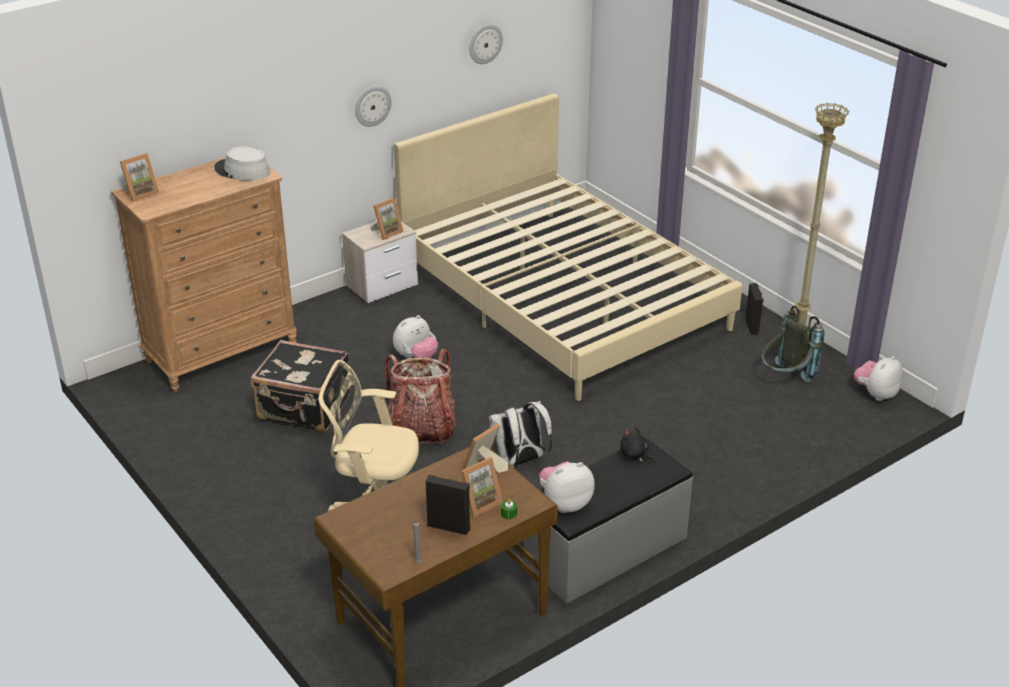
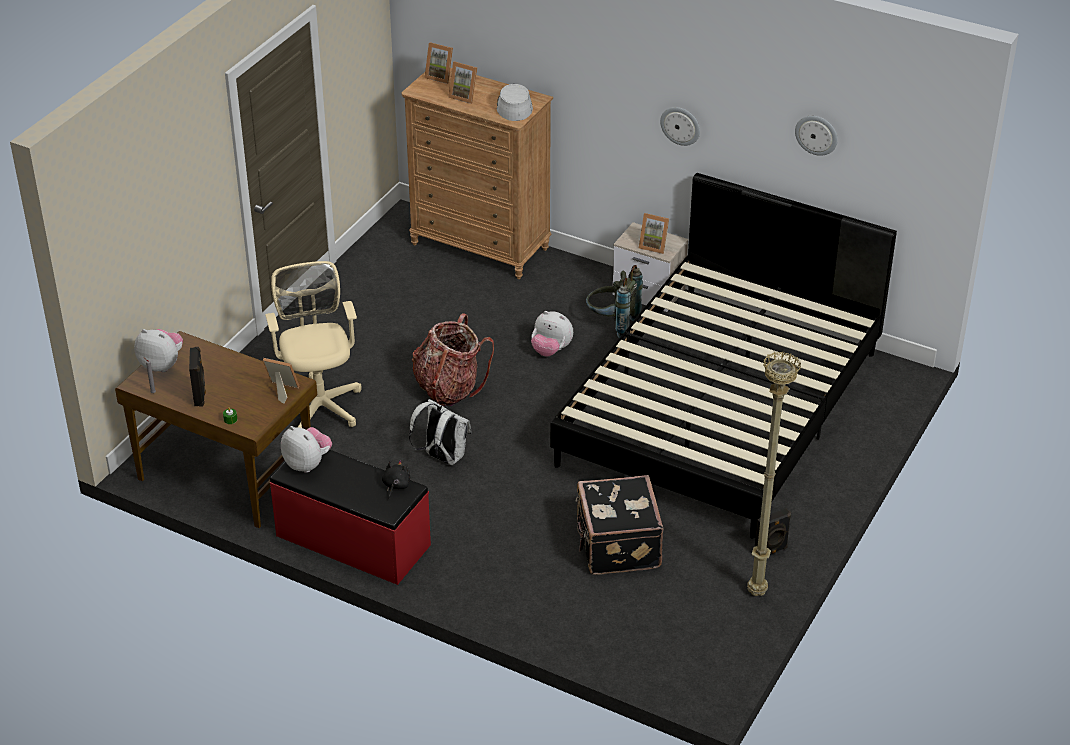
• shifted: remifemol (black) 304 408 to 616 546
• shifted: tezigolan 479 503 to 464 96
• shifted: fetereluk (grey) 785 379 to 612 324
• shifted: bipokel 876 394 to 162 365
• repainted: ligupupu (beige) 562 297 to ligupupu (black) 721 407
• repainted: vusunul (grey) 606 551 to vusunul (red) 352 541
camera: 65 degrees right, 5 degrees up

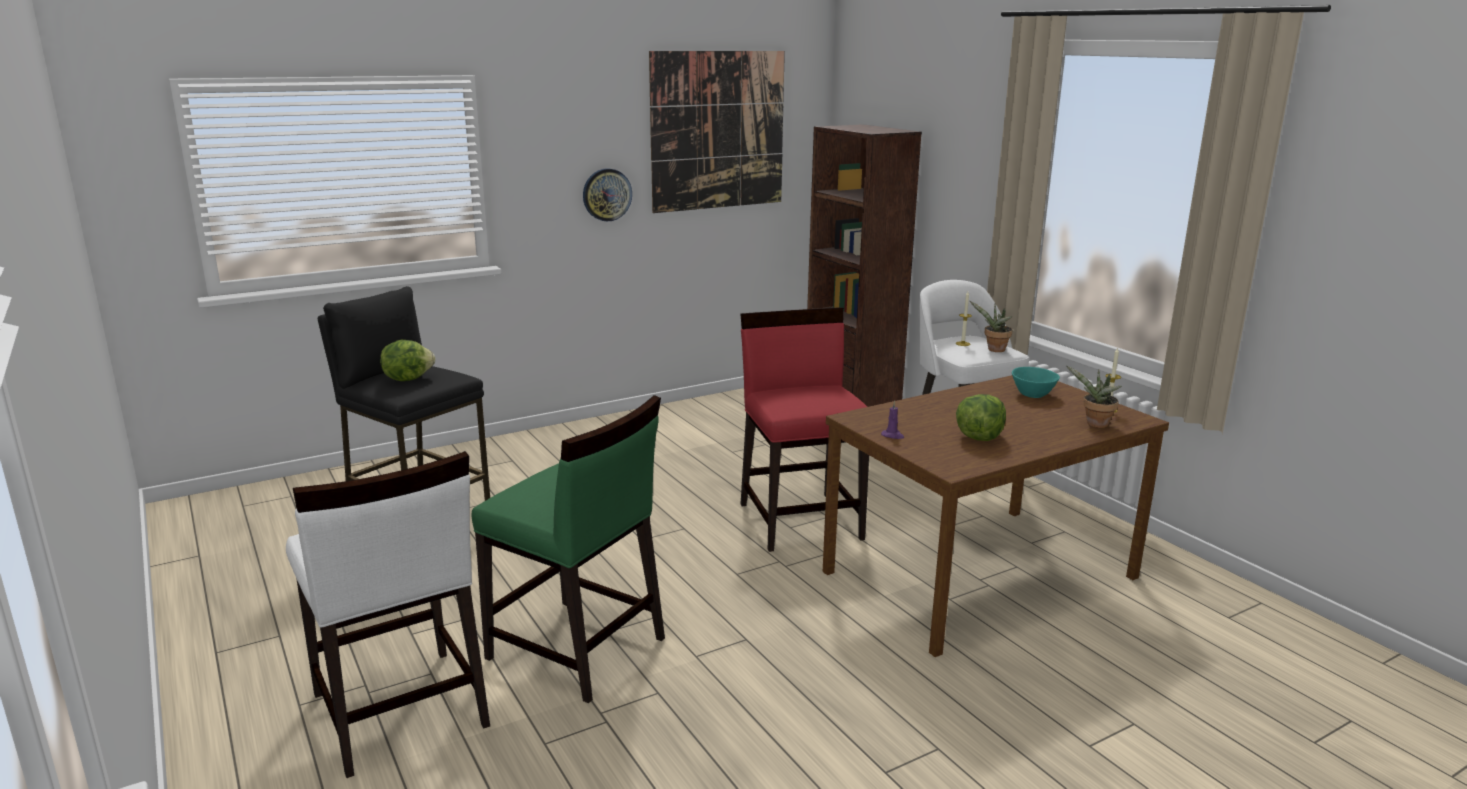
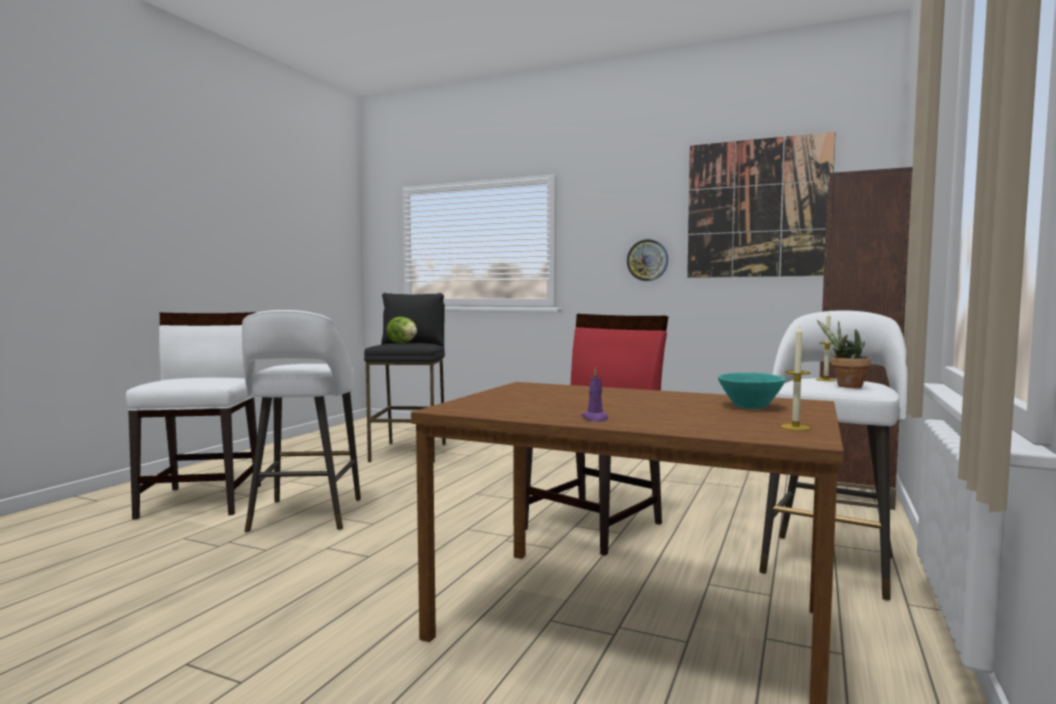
• gone: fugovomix 979 437
• gone: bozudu 1094 424
• shifted: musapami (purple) 893 436 to 595 418
• swapped: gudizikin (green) 577 649 to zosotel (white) 305 516
• rotated: gudizikin (white) 399 711 = 203 500 150 degrees clockwise
camera: 55 degrees right, 15 degrees down

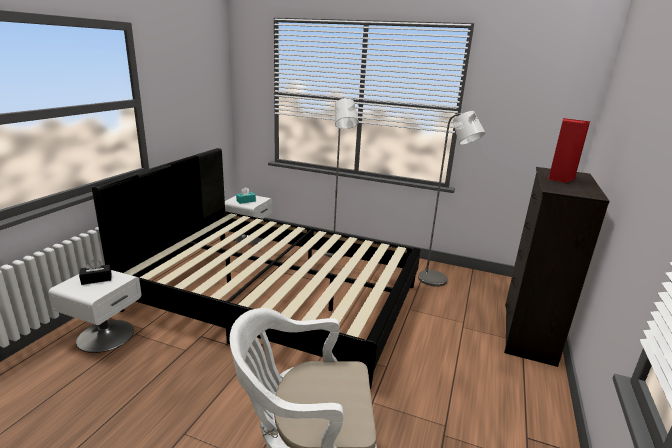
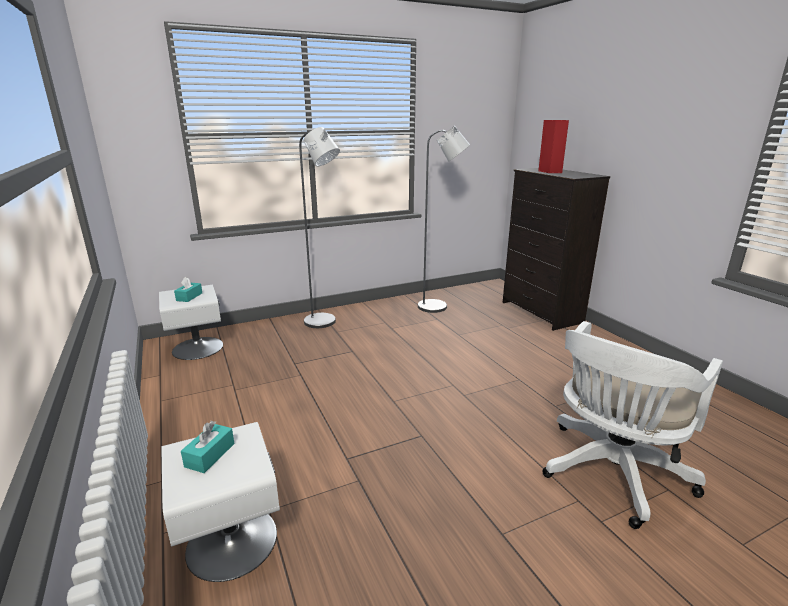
• gone: ligupupu (black) 276 297
• repainted: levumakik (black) 96 279 to levumakik (turquoise) 210 455
camera: 45 degrees left, 0 degrees up

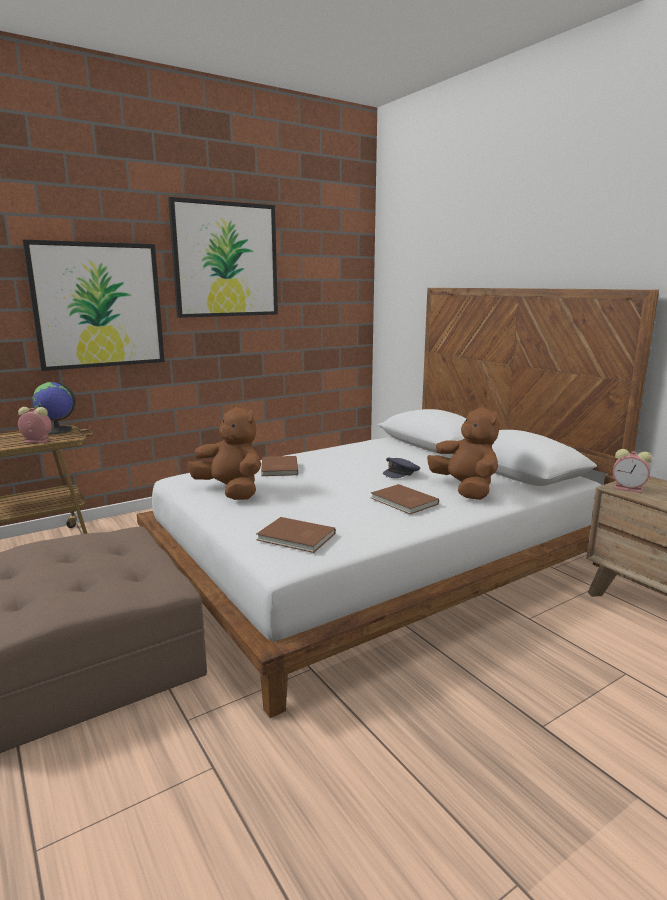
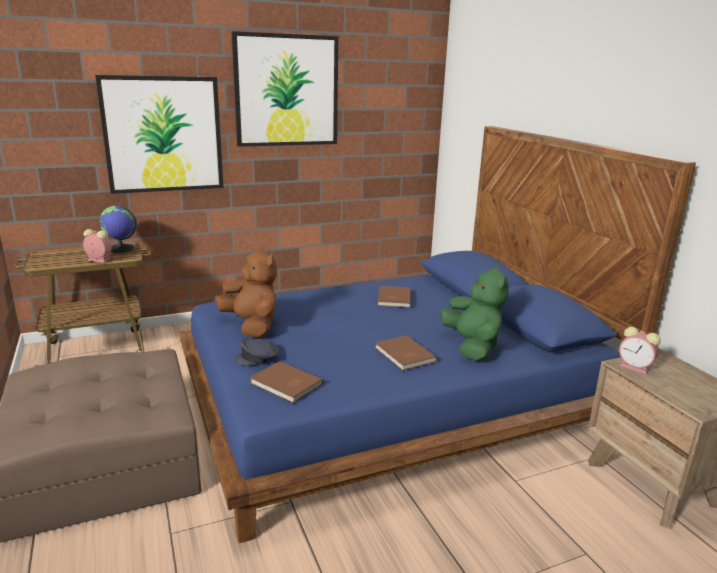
• shifted: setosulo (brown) 278 468 to 393 298
• shifted: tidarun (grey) 401 473 to 258 358
• repainted: ligupupu (white) 375 564 to ligupupu (blue) 389 402
• repainted: bipokel (brown) 465 489 to bipokel (green) 472 347
camera: 10 degrees right, 5 degrees up

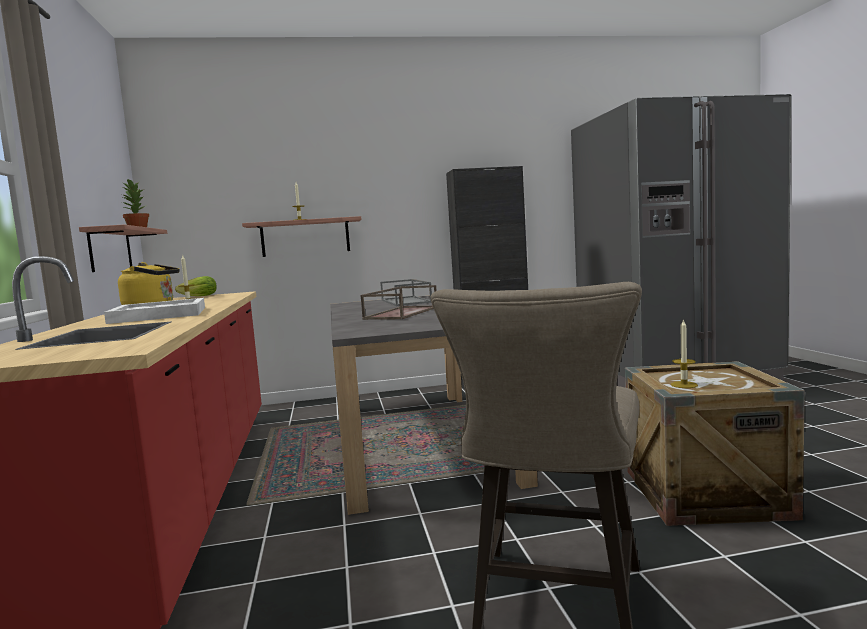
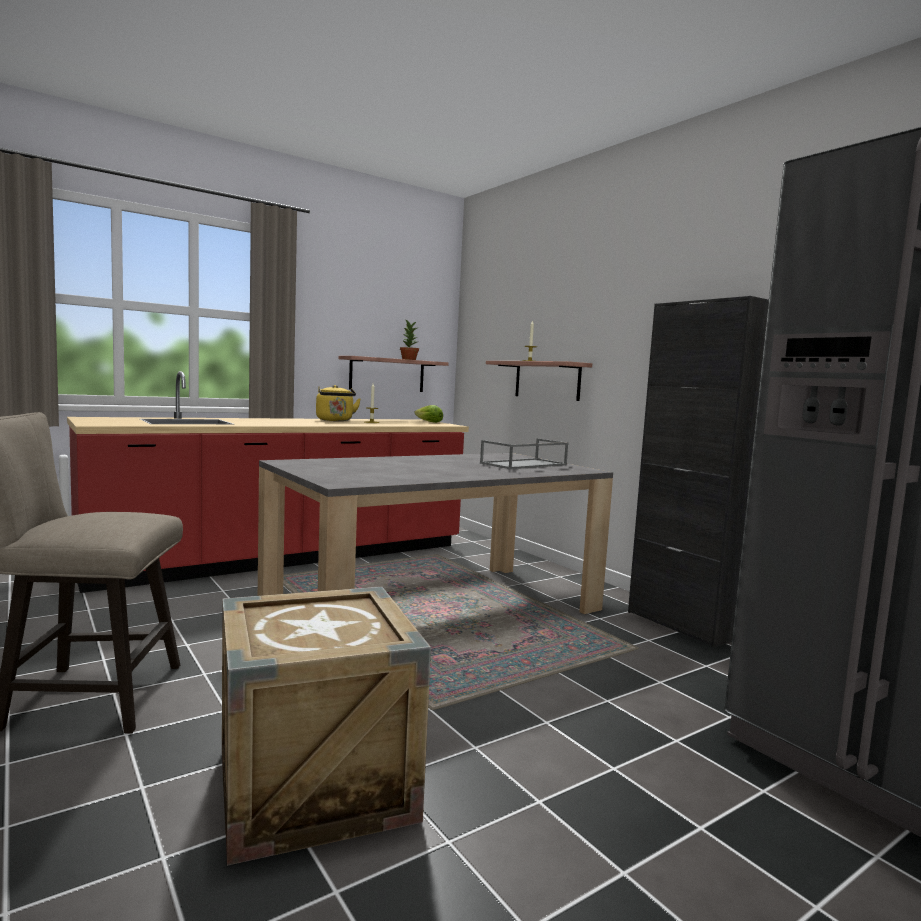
• gone: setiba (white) 160 315
• gone: setiba (brown) 401 313
• gone: musapami 684 385
camera: 65 degrees right, 0 degrees up

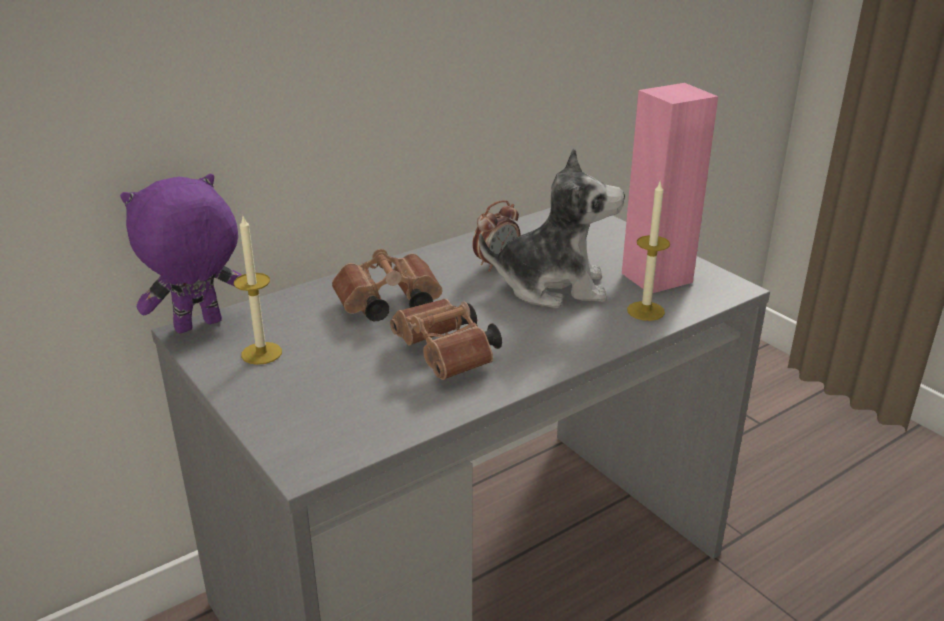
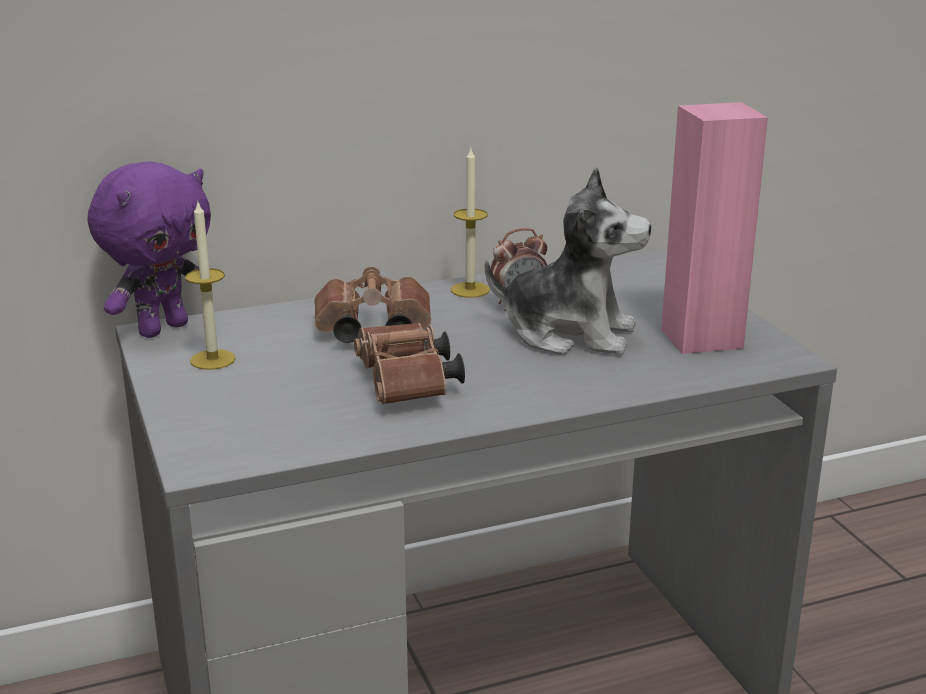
• shifted: musapami 645 311 to 470 290
• rotated: bipokel (purple) 198 327 = 162 328 150 degrees clockwise
camera: 15 degrees right, 5 degrees down

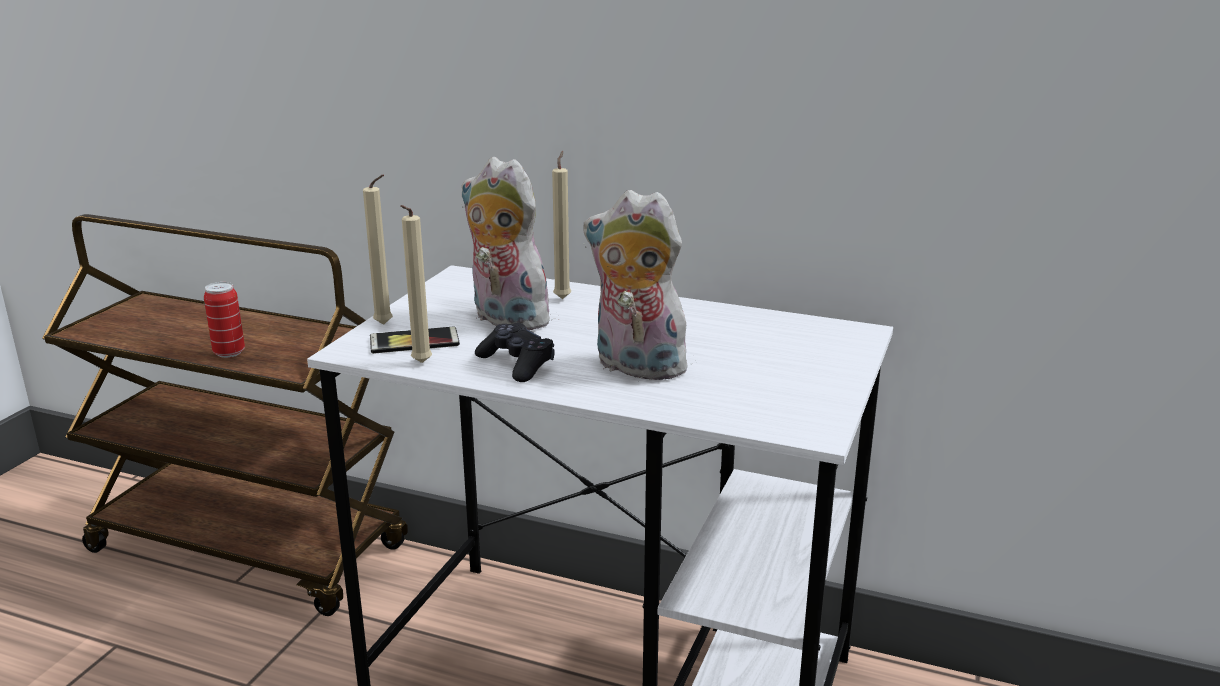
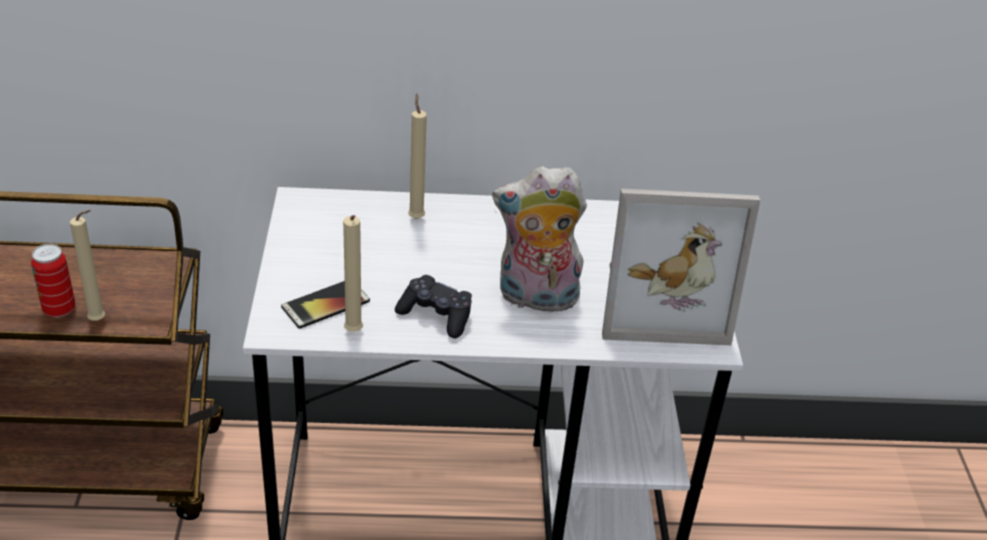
• gone: bipokel 504 319
• new: tezigolan 660 301
• shifted: musapami (beige) 386 325 to 100 321
camera: 25 degrees left, 15 degrees up

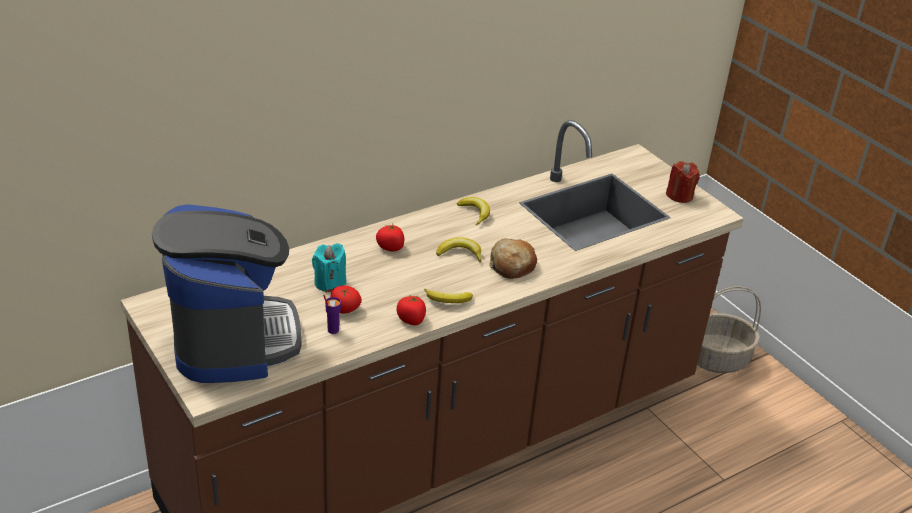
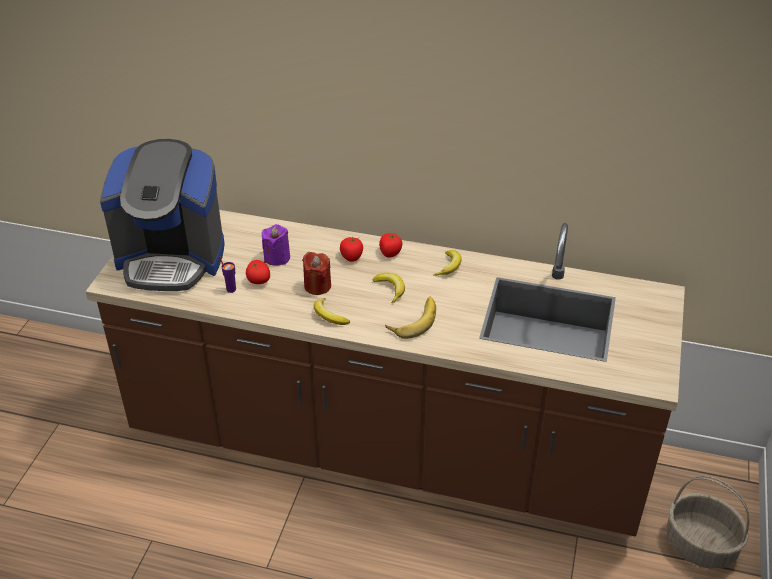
• shifted: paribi 411 320 to 390 253
• shifted: musapami (red) 679 195 to 317 286
• swapped: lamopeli 512 265 to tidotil 413 320
• repainted: musapami (turquoise) 329 283 to musapami (purple) 277 258
• rotated: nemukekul 232 339 = 171 258 60 degrees clockwise
camera: 50 degrees right, 5 degrees up

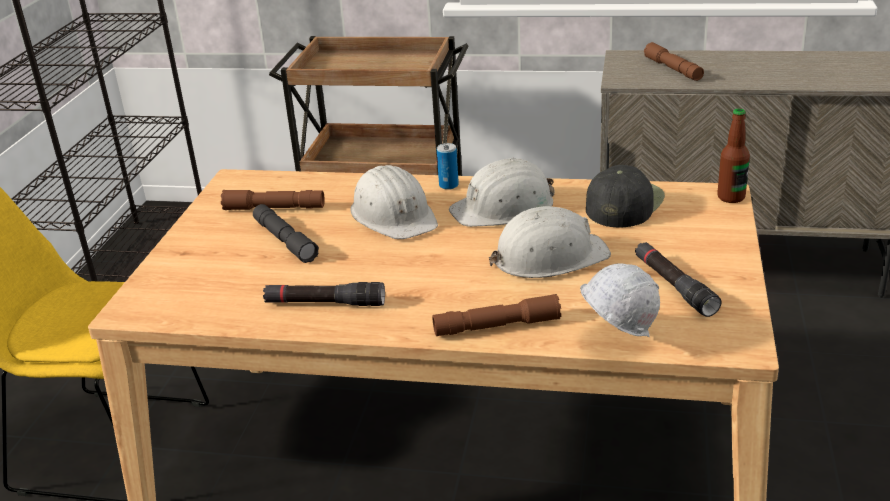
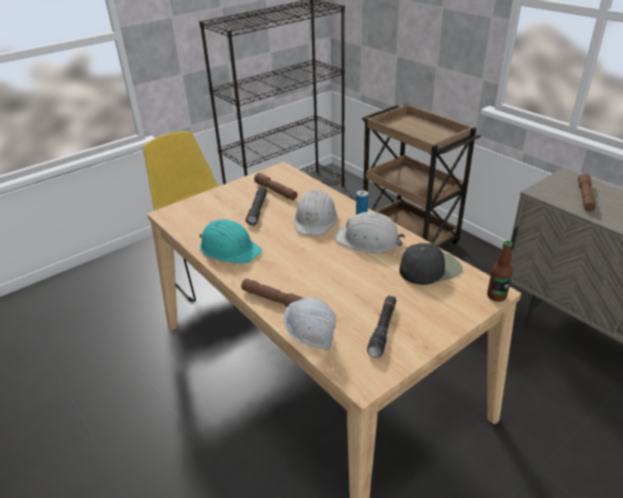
• gone: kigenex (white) 549 257
• swapped: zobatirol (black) 325 303 to kigenex (turquoise) 229 248
camera: 40 degrees right, 5 degrees up

